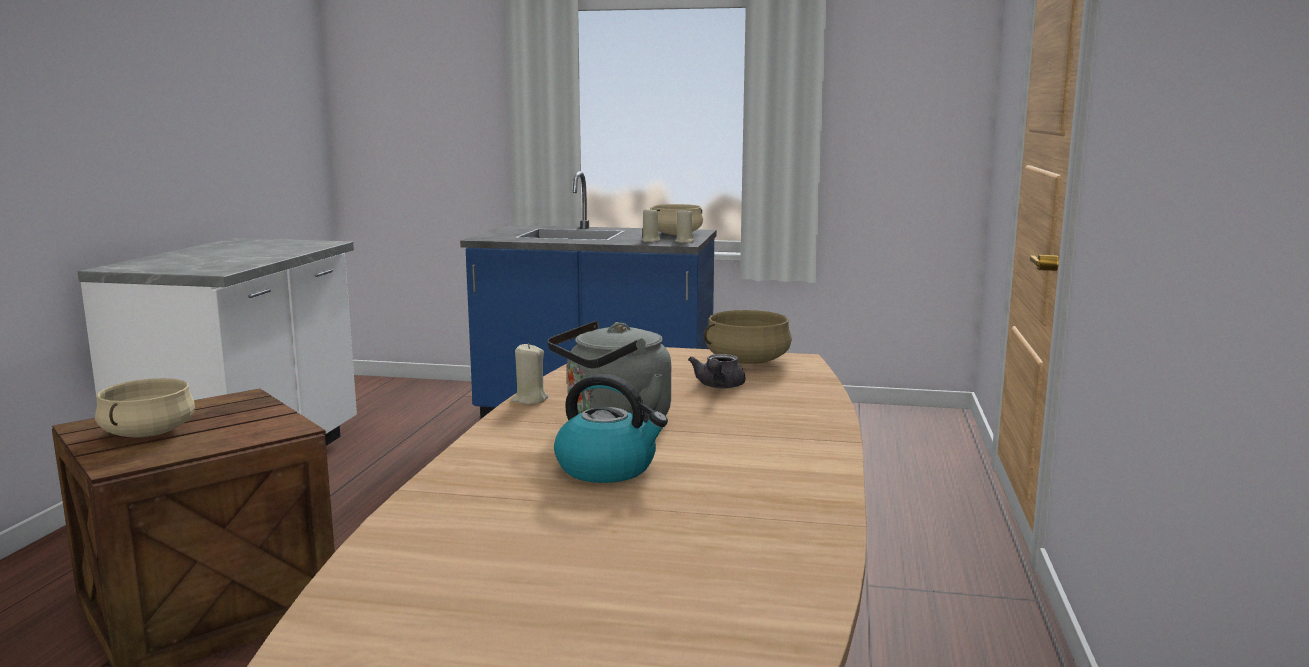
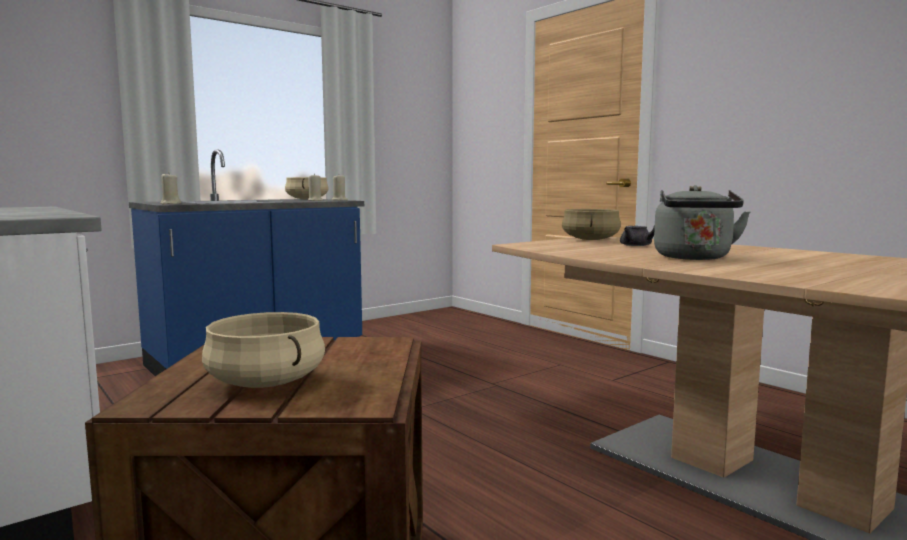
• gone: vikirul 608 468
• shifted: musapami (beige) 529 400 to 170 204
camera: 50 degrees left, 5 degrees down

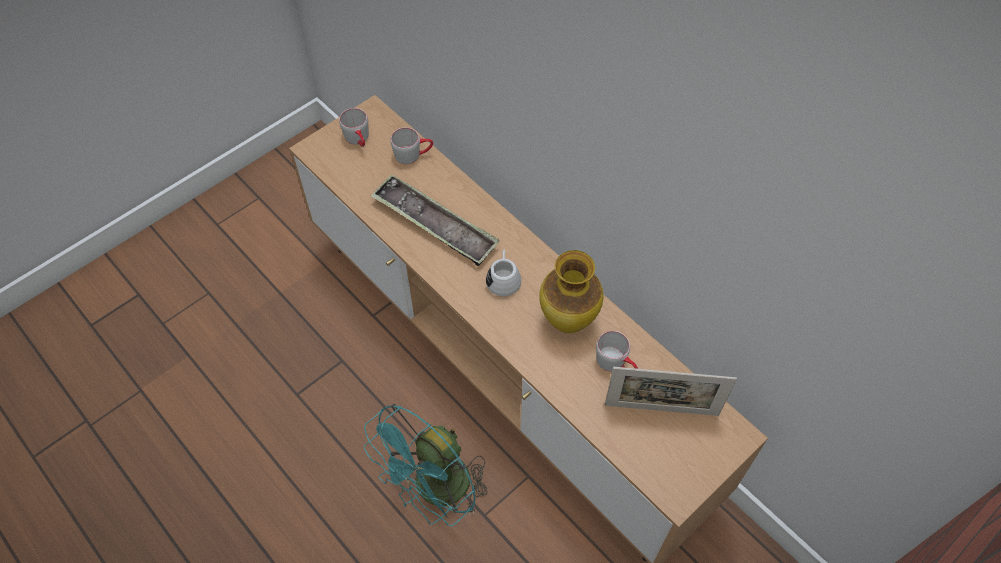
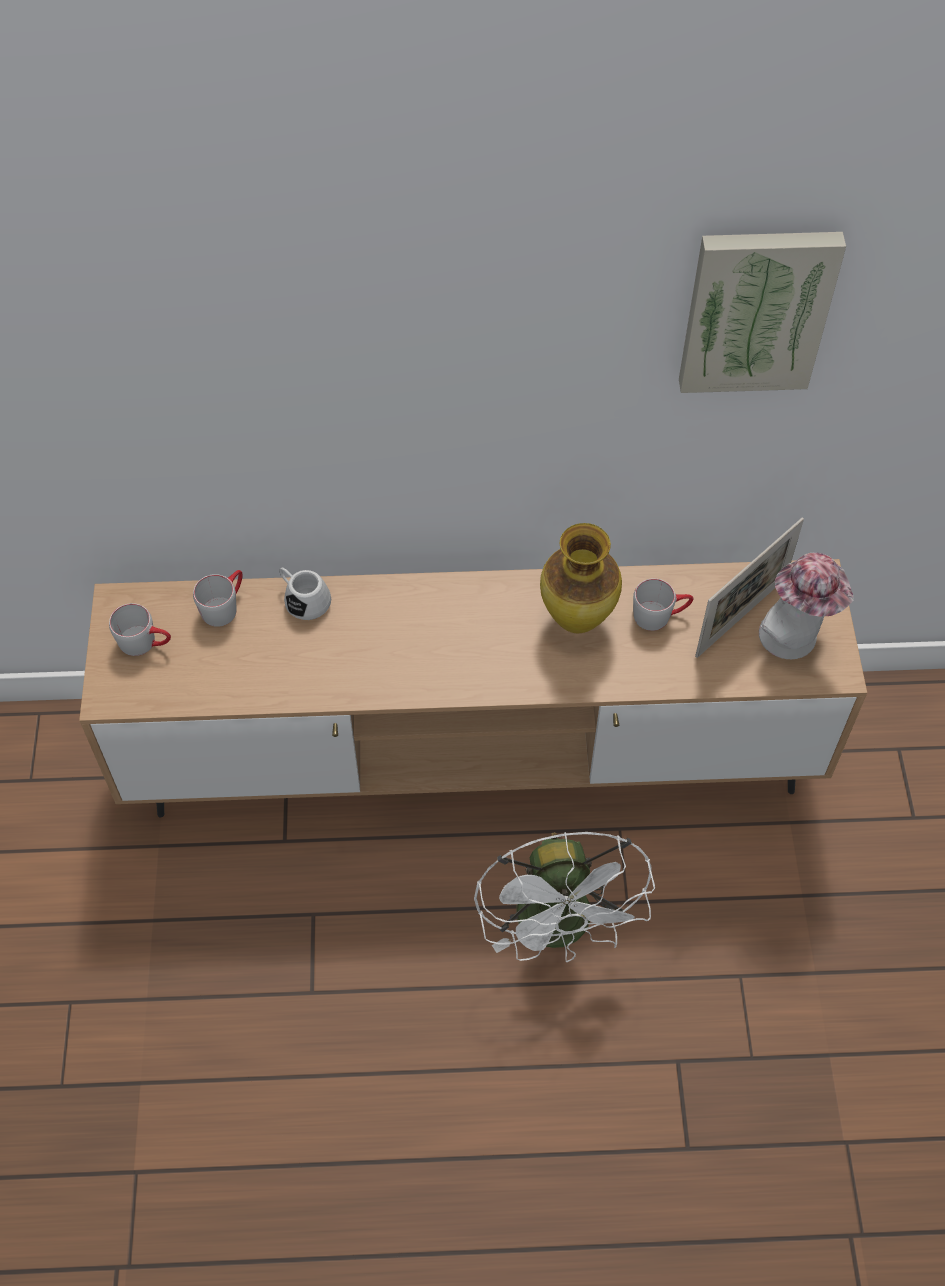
• gone: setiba 435 225
• new: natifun 756 309
• new: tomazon 794 639
• shifted: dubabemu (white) 503 279 to 303 599
• repainted: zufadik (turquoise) 435 491 to zufadik (white) 560 930
camera: 50 degrees left, 0 degrees up

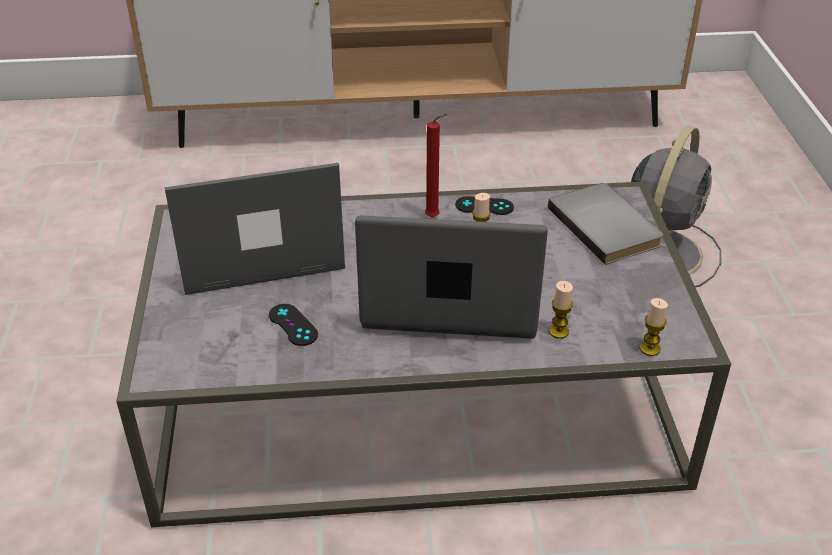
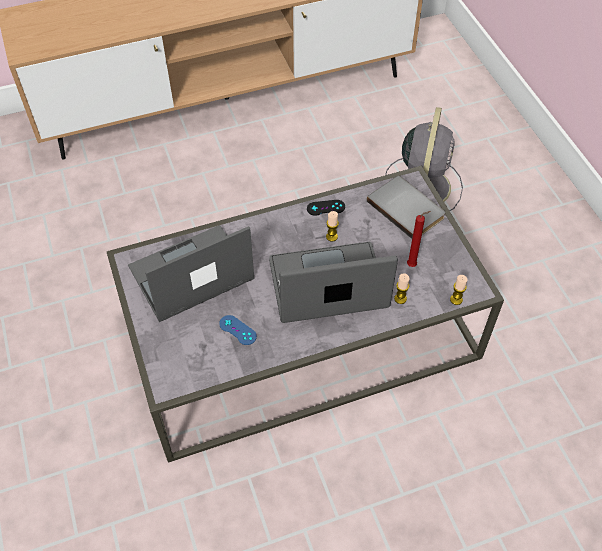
• shifted: musapami (red) 434 217 to 413 265
• repainted: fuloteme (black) 293 325 to fuloteme (blue) 237 330
camera: 15 degrees left, 15 degrees up

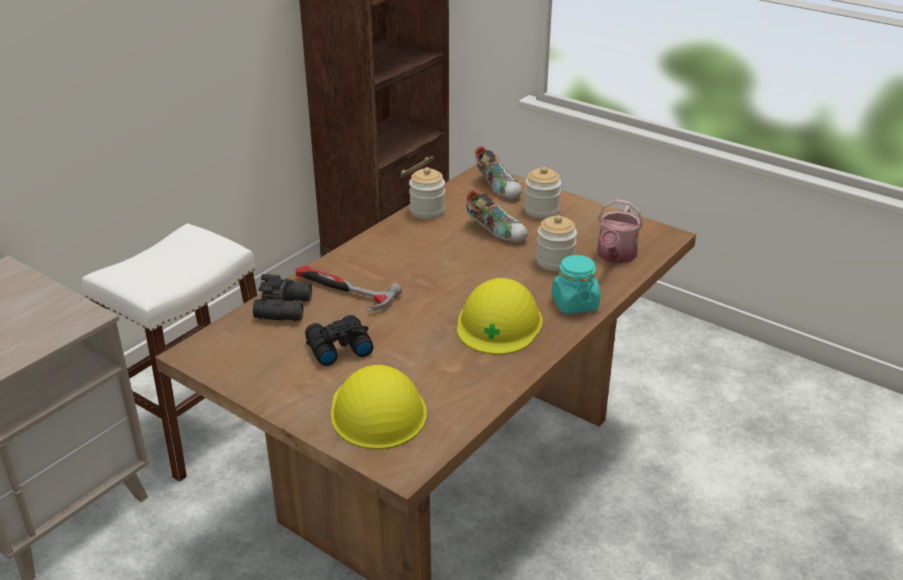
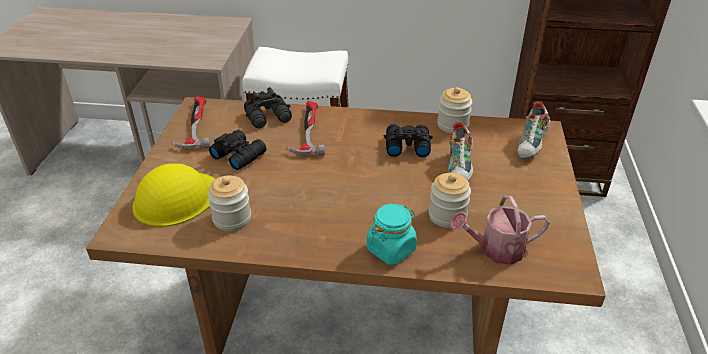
• gone: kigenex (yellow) 499 323
• new: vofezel 195 125
• new: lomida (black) 406 146
• shifted: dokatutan 541 210 to 232 219
camera: 60 degrees right, 5 degrees up

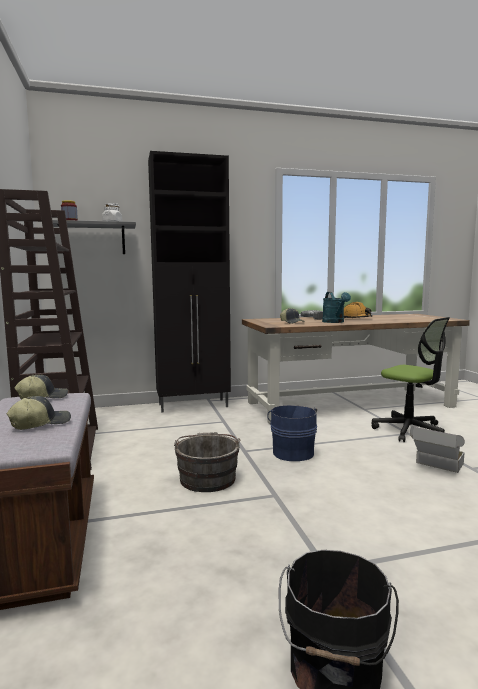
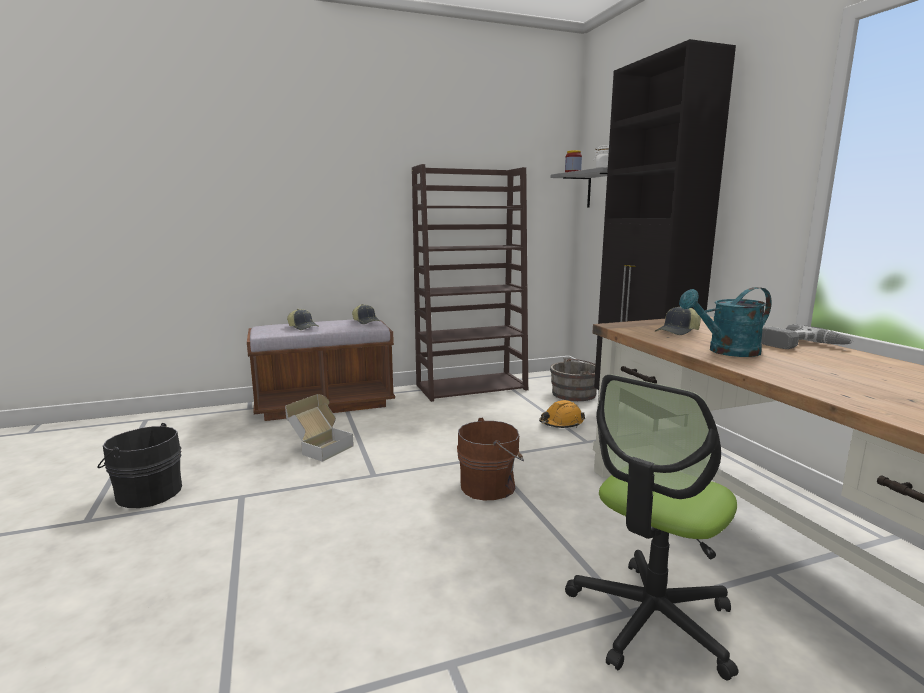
• shifted: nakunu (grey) 207 477 to 576 394
• shifted: kigenex (orange) 356 319 to 561 423
• shifted: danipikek 436 467 to 320 447
• repainted: nakunu (blue) 292 452 to nakunu (brown) 490 486
camera: 85 degrees right, 5 degrees up

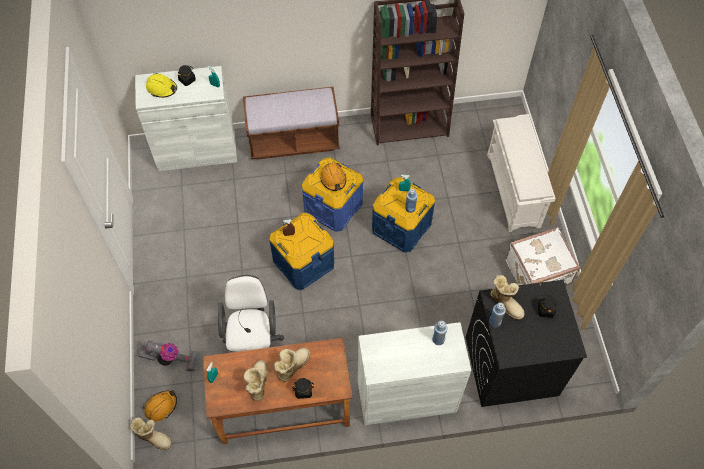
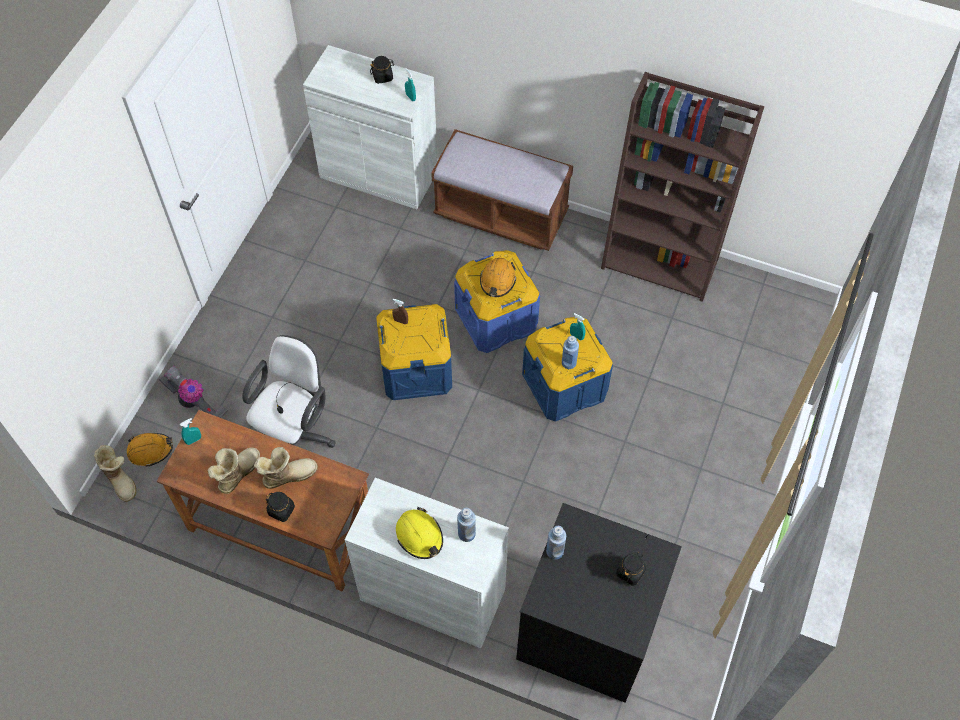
• gone: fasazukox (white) 514 191
• gone: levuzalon 506 303
• gone: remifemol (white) 538 273
• shifted: kigenex (yellow) 162 88 to 419 536
camera: 30 degrees right, 0 degrees up

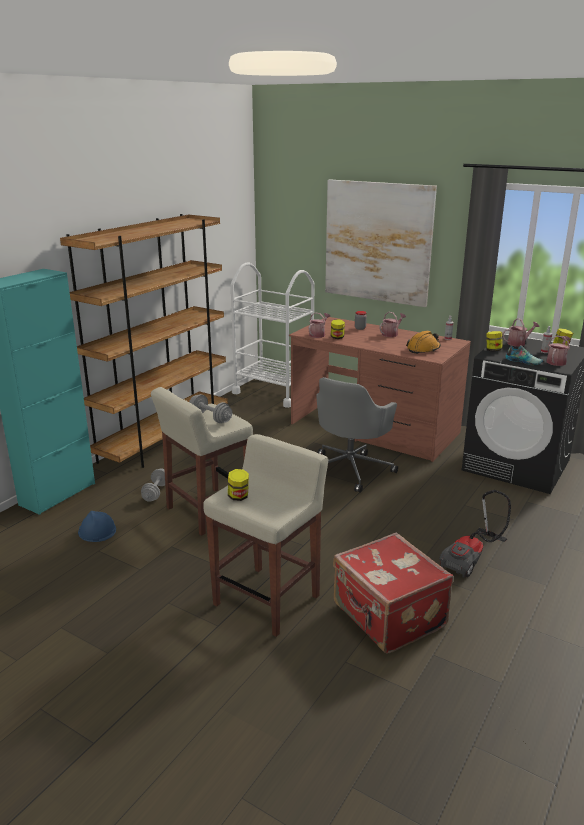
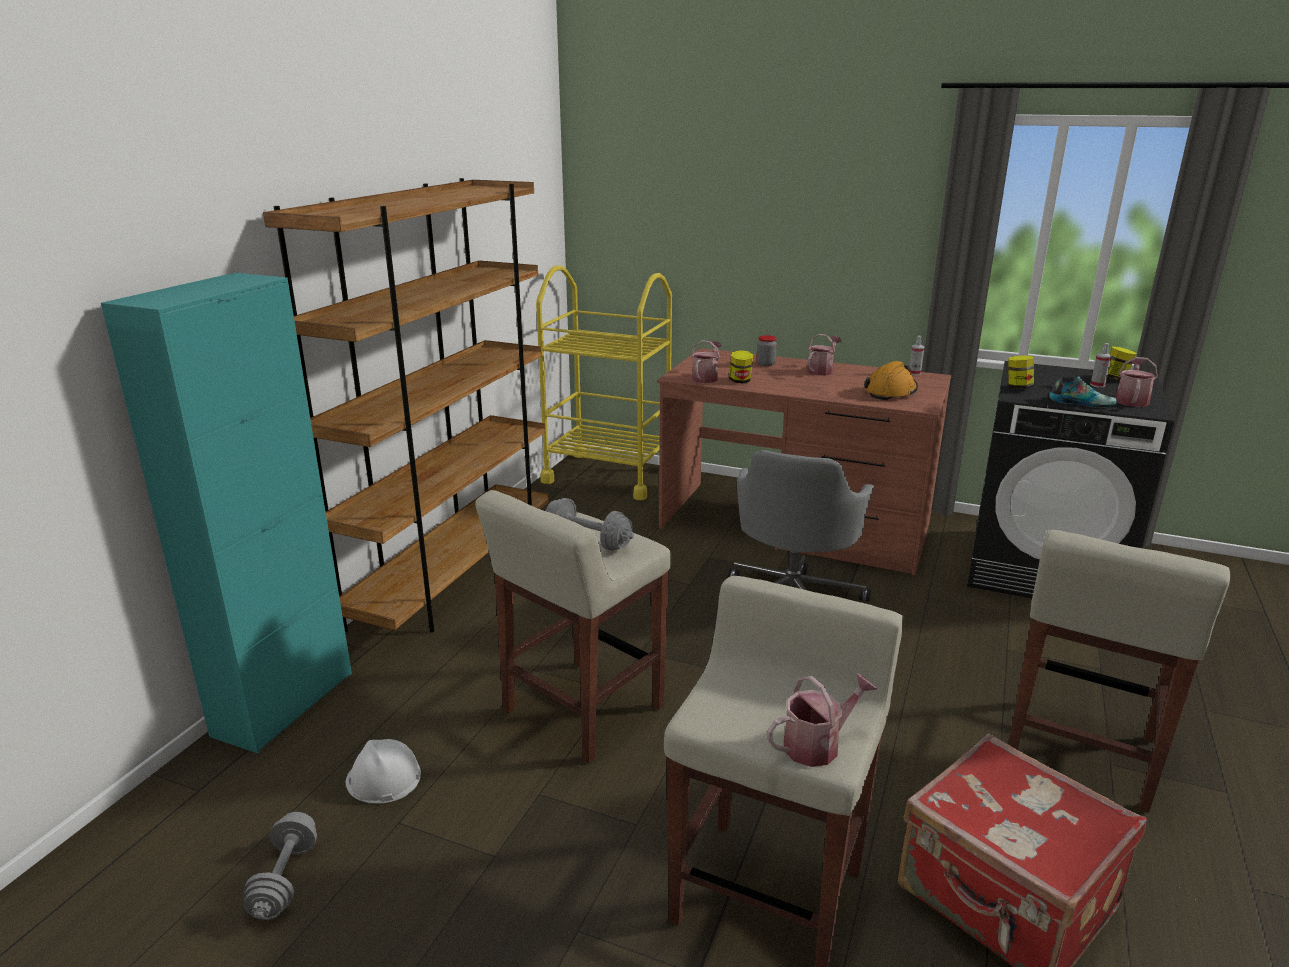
• gone: dokatutan 238 497
• gone: natifun 378 242
• shifted: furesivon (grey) 156 492 to 285 880
• shifted: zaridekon 518 343 to 817 744
• swapped: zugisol 472 559 to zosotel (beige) 1079 754
• repainted: kigenex (blue) 97 531 to kigenex (white) 383 778
• repainted: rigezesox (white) 274 392 to rigezesox (yellow) 608 475
camera: 10 degrees left, 0 degrees up

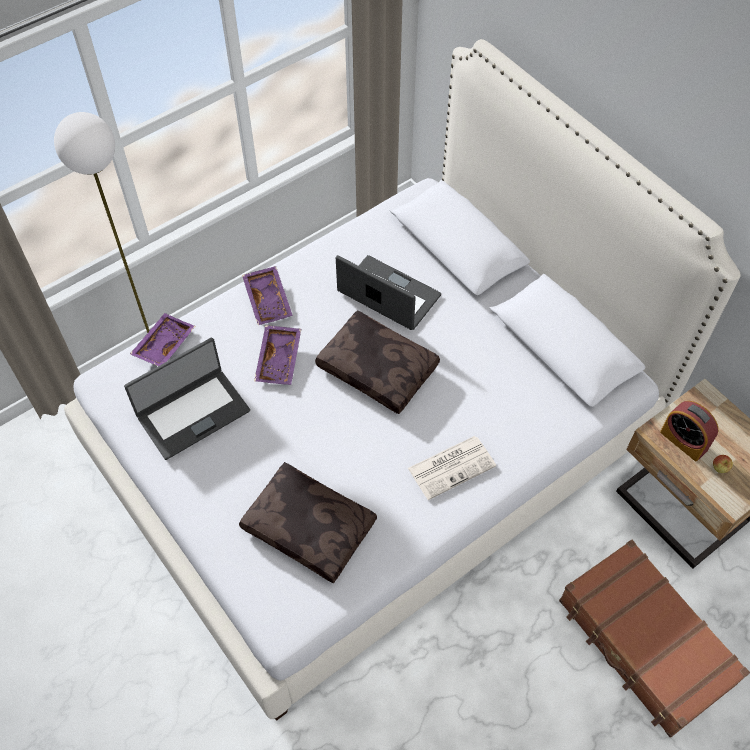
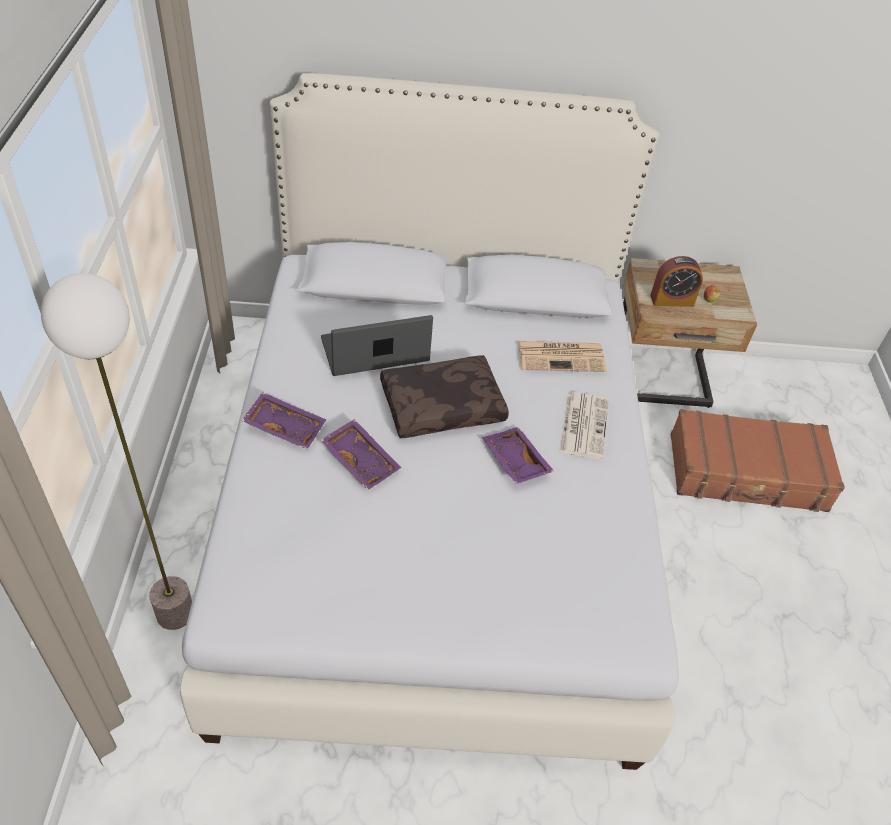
• gone: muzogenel 193 413
• gone: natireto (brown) 311 526
• new: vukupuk 562 356
• shifted: setiba (purple) 163 344 to 514 461
camera: 55 degrees left, 10 degrees down

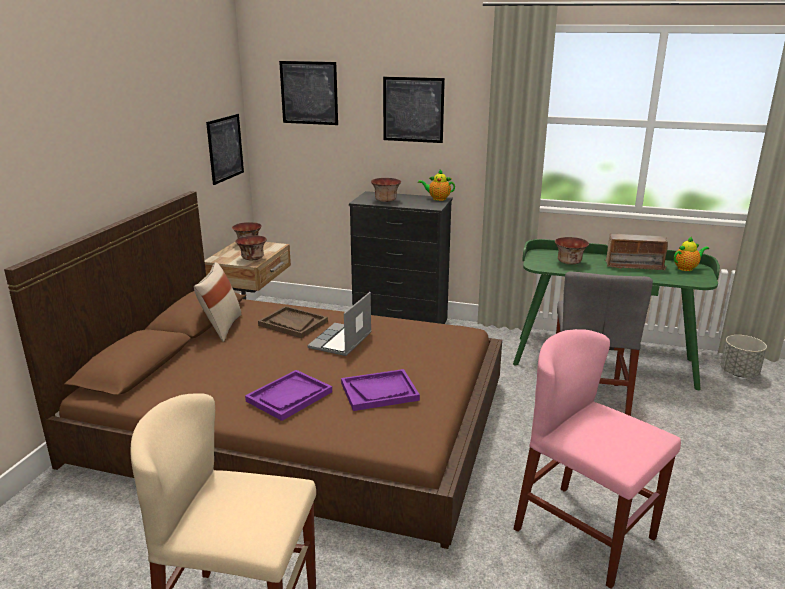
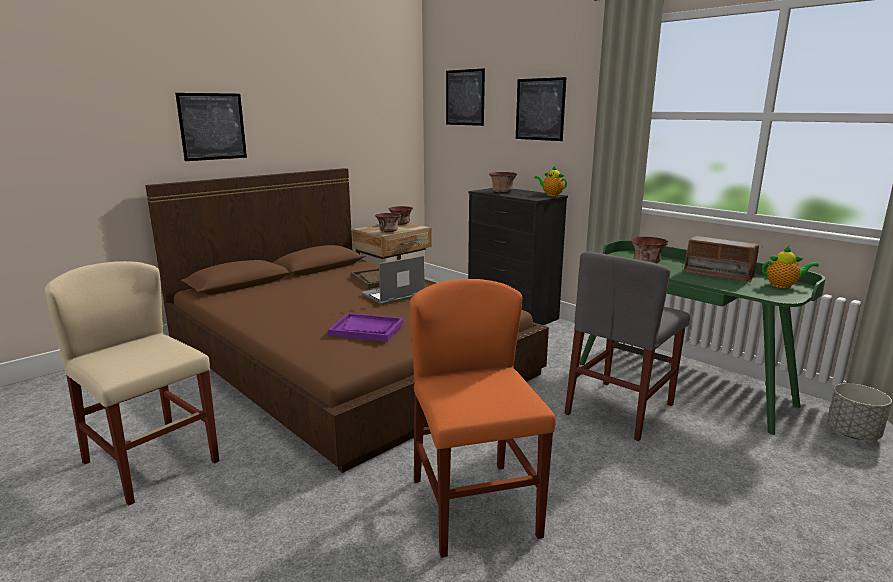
• gone: natireto (beige) 221 327
• gone: setiba (purple) 289 397
• shifted: natifun 225 148 to 212 126
• repainted: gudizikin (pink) 585 533 to gudizikin (orange) 474 507
camera: 30 degrees right, 5 degrees down

